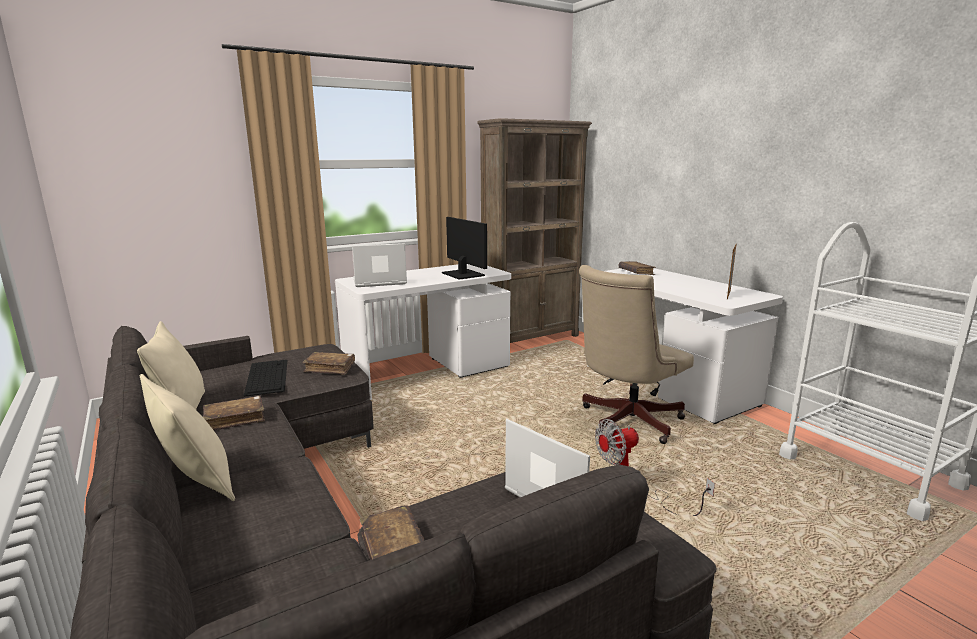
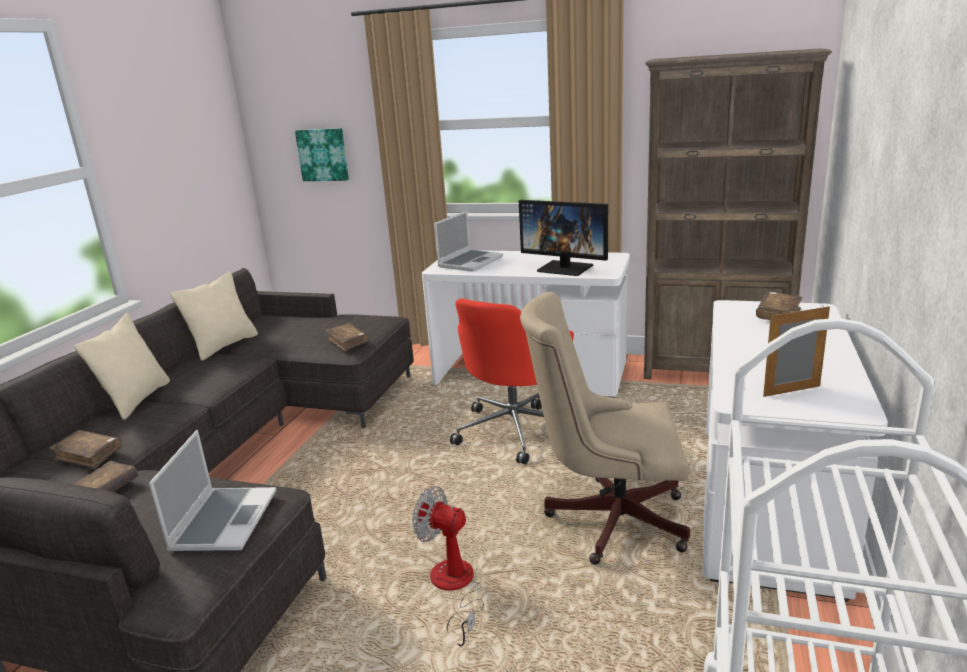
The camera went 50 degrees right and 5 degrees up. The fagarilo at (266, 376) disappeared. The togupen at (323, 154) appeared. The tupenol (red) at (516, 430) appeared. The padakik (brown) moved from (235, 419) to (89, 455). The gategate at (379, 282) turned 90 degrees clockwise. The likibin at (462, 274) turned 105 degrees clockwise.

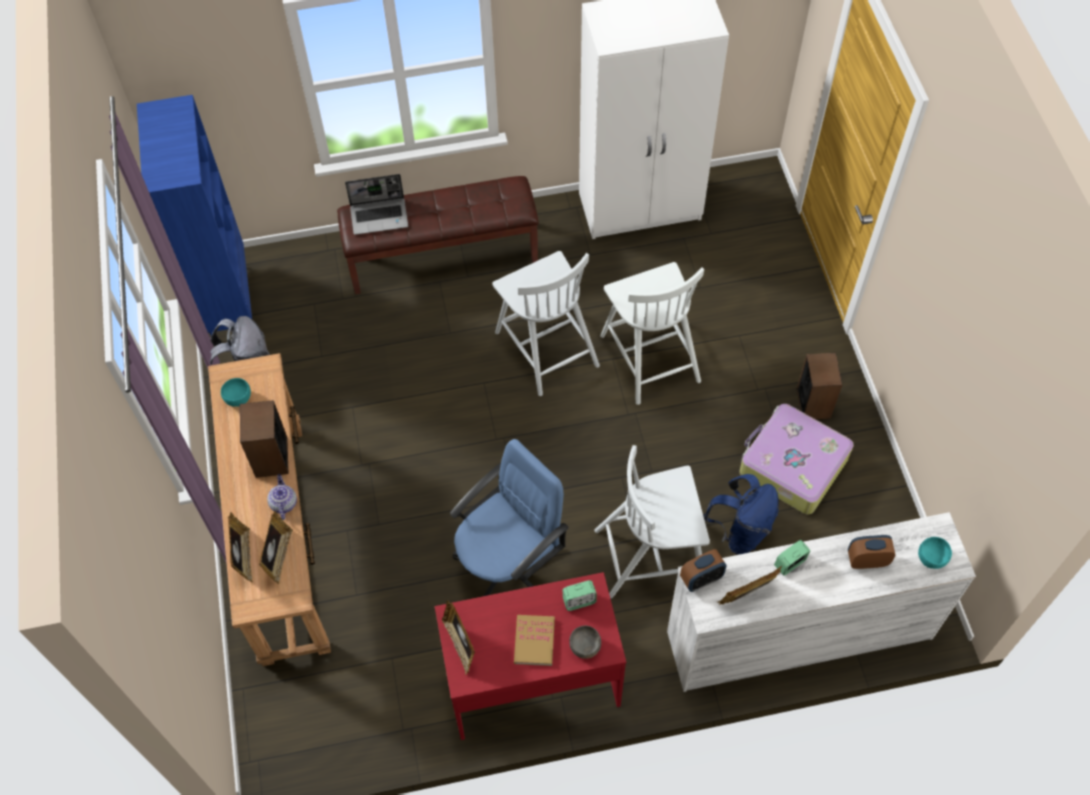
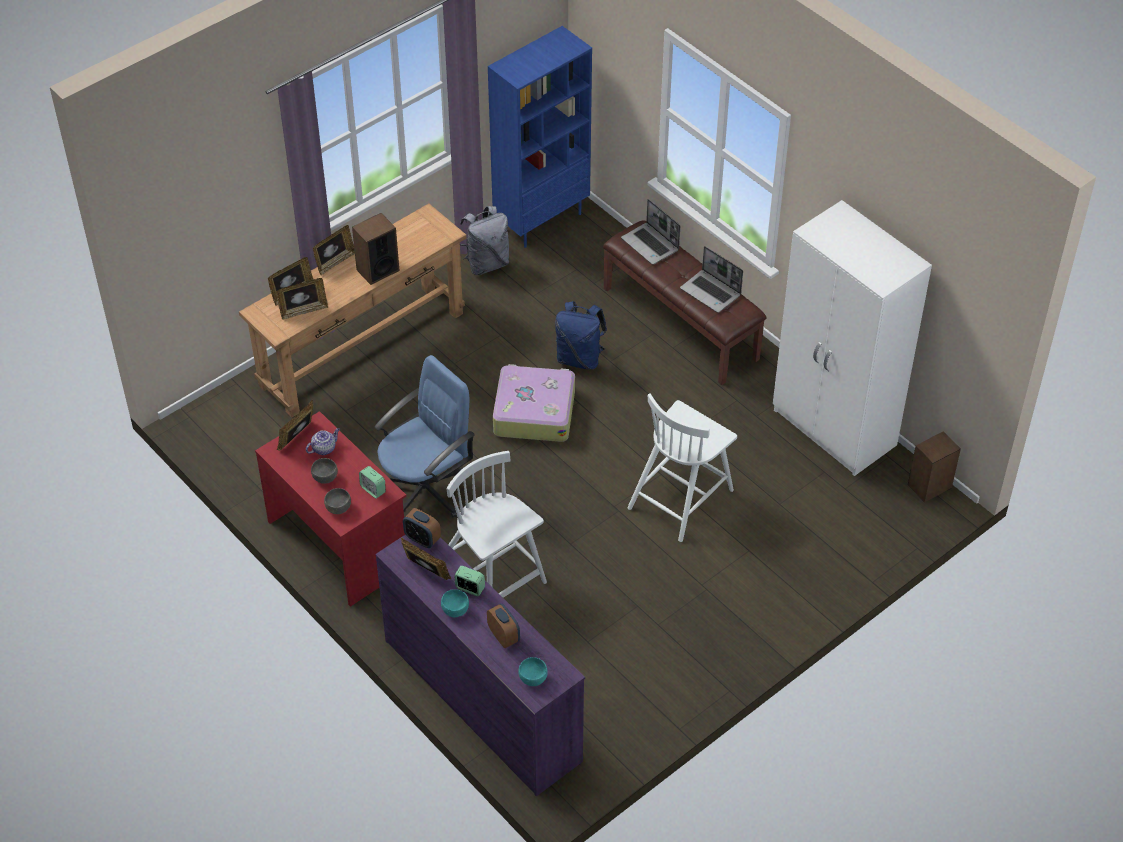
The camera went 60 degrees right and 10 degrees down. The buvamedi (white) at (546, 347) disappeared. The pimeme at (335, 262) appeared. The gategate at (711, 292) appeared. The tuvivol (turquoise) moved from (238, 398) to (455, 609). The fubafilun moved from (283, 503) to (324, 448). The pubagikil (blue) moved from (740, 531) to (579, 358). The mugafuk moved from (792, 465) to (533, 411). The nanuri moved from (813, 403) to (930, 486). The padakik at (534, 641) was replaced by the tuvivol (grey) at (325, 477). The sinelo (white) at (797, 634) became the sinelo (purple) at (482, 699). The tupenol (blue) at (509, 565) turned 60 degrees counterclockwise.

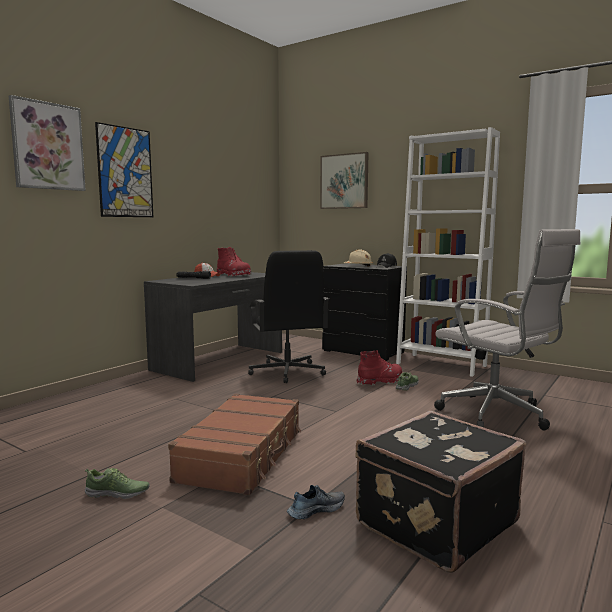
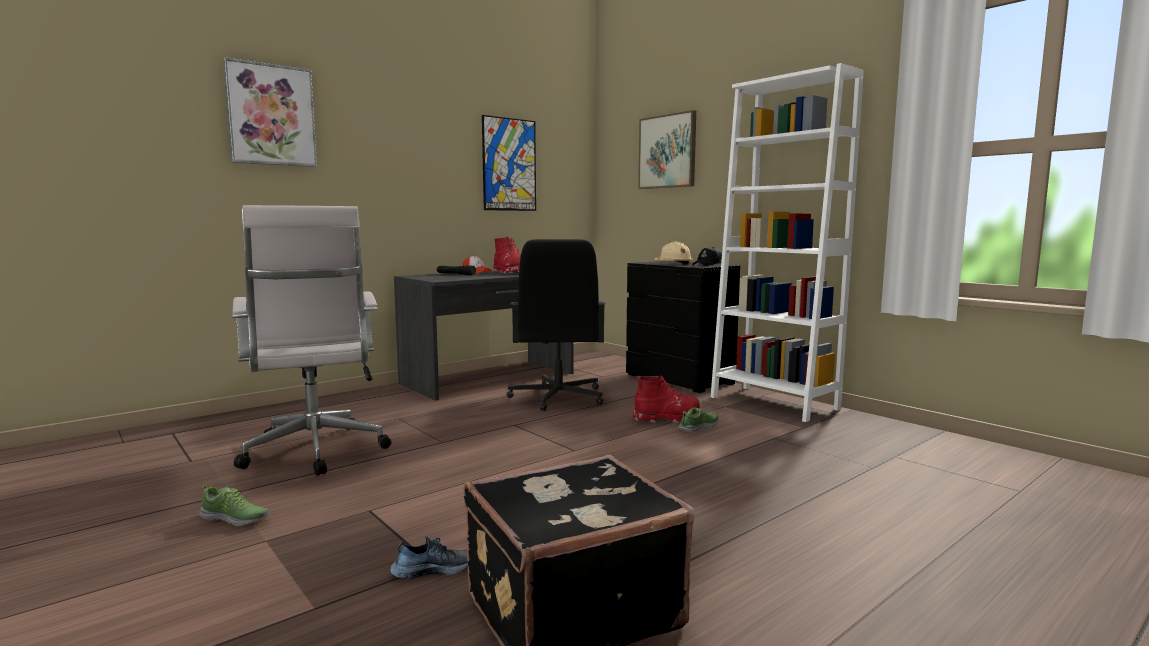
The camera went 15 degrees right and 0 degrees up. The mugafuk (brown) at (243, 455) disappeared. The togupen moved from (125, 172) to (509, 164). The tupenol (white) moved from (498, 415) to (315, 453).

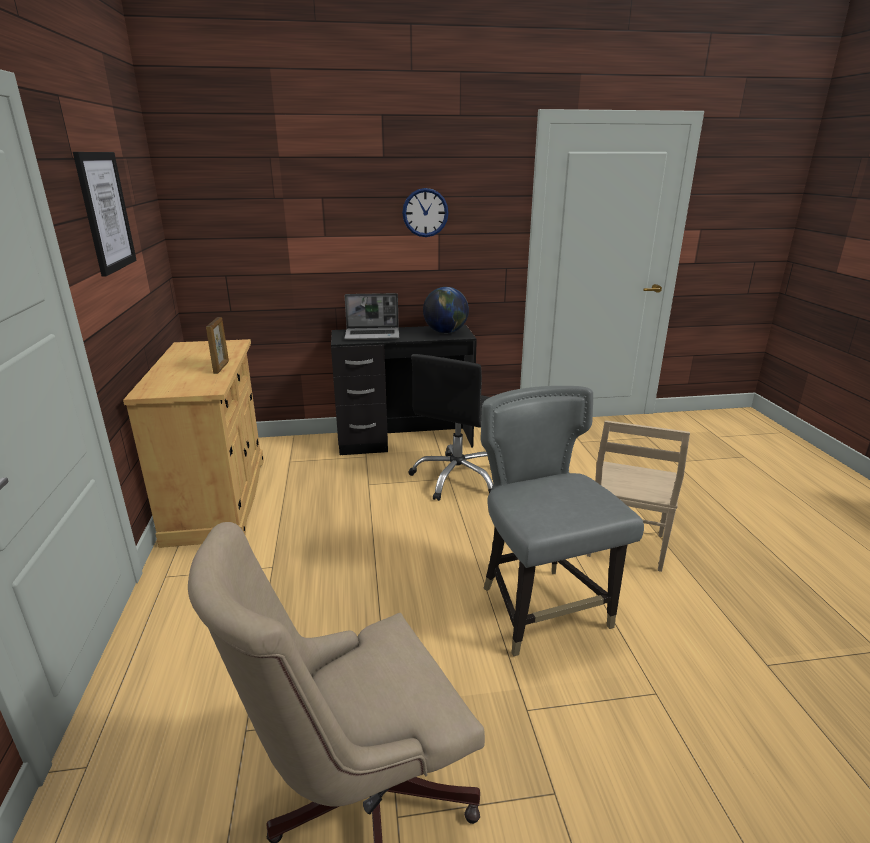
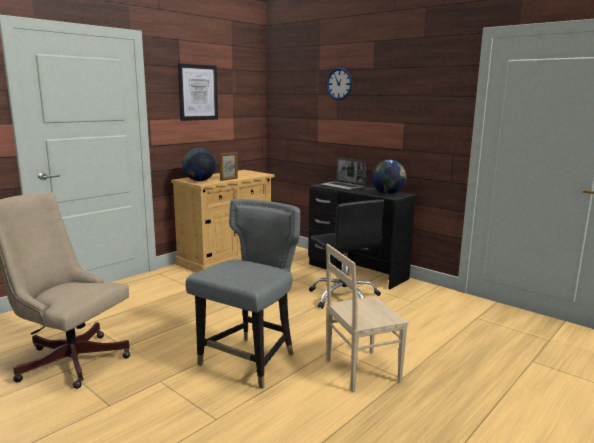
The camera went 50 degrees right and 10 degrees down. The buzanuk at (199, 180) appeared. The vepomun moved from (425, 212) to (339, 84). The tupenol (black) at (457, 478) turned 105 degrees counterclockwise.

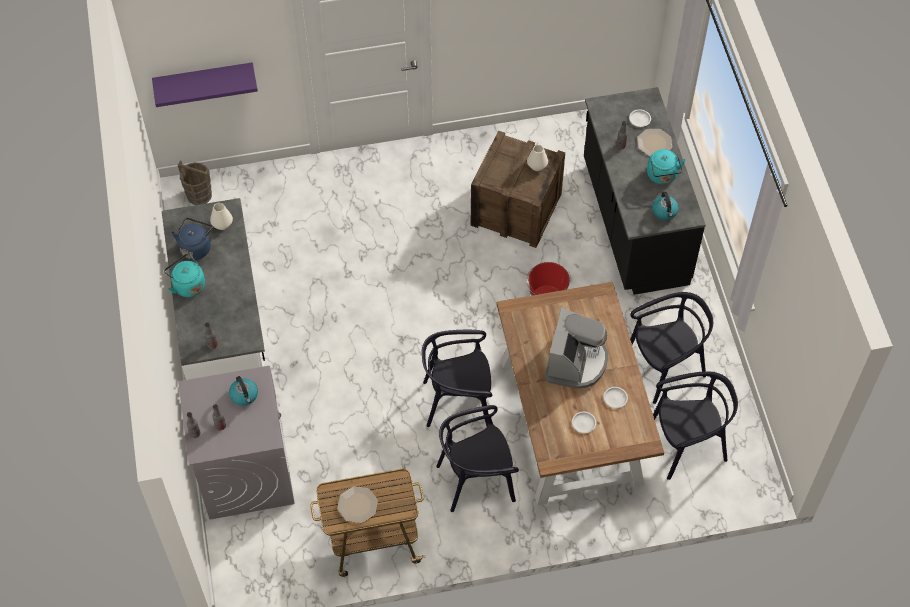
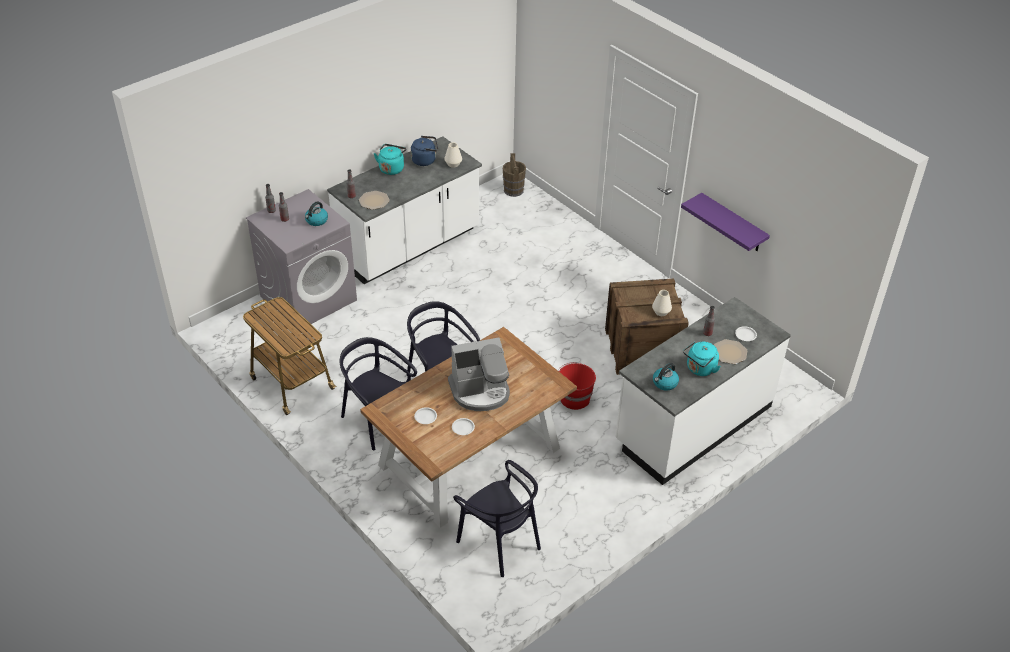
The camera went 60 degrees right and 15 degrees down. The buvamedi (black) at (665, 367) disappeared. The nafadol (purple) moved from (204, 79) to (733, 223). The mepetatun moved from (357, 505) to (374, 201). The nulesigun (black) at (633, 223) became the nulesigun (white) at (692, 424).

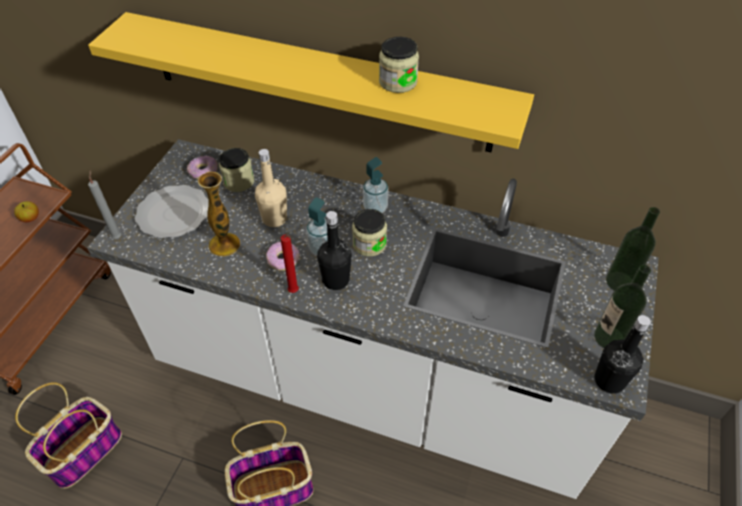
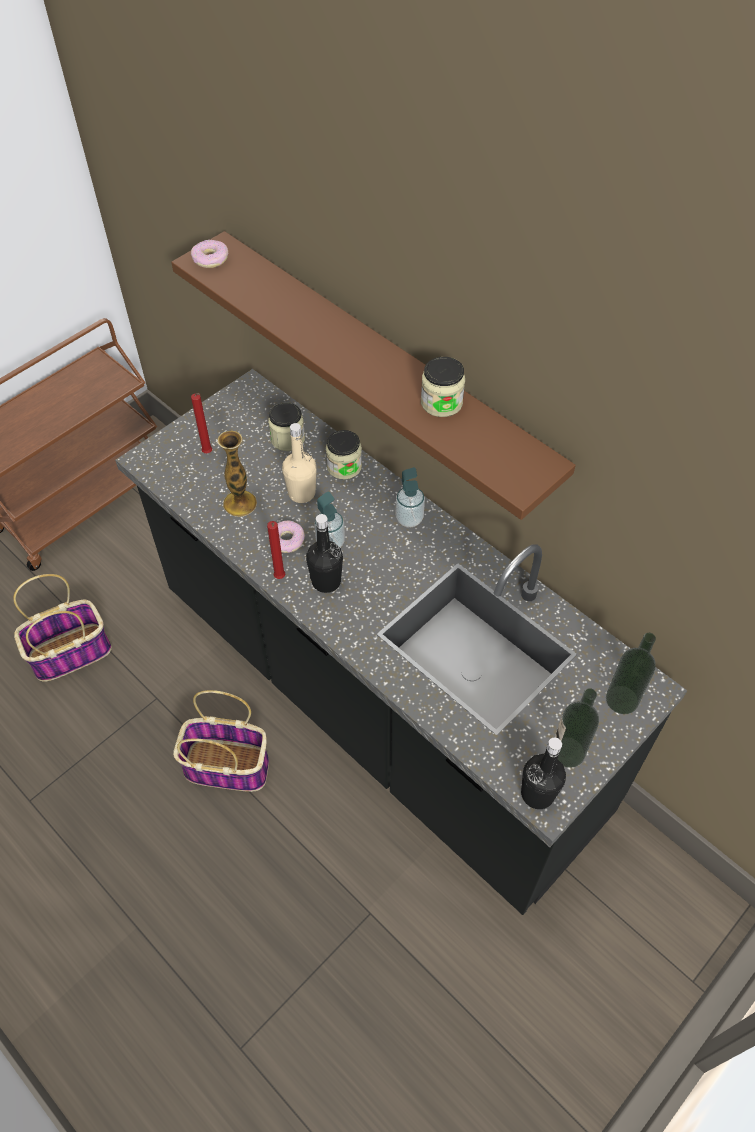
The camera went 25 degrees right and 5 degrees up. The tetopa at (30, 218) disappeared. The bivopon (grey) at (117, 236) disappeared. The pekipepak moved from (204, 171) to (210, 259). The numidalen moved from (369, 244) to (344, 466). The mepetatun at (174, 214) was replaced by the bivopon (red) at (208, 453). The nulesigun (white) at (371, 384) became the nulesigun (black) at (377, 702). The nafadol (yellow) at (317, 82) became the nafadol (brown) at (382, 367).

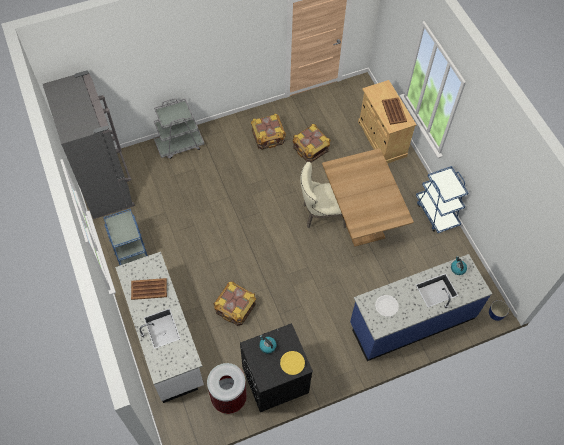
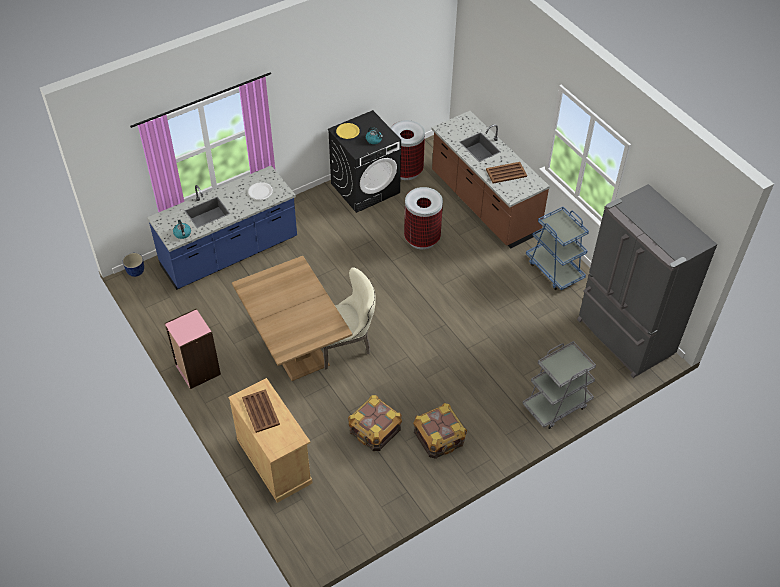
The camera went 170 degrees right and 10 degrees down. The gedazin at (235, 307) was replaced by the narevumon at (422, 238). The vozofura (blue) at (436, 213) was replaced by the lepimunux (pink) at (197, 370). The nulesigun (white) at (165, 338) became the nulesigun (brown) at (483, 204).

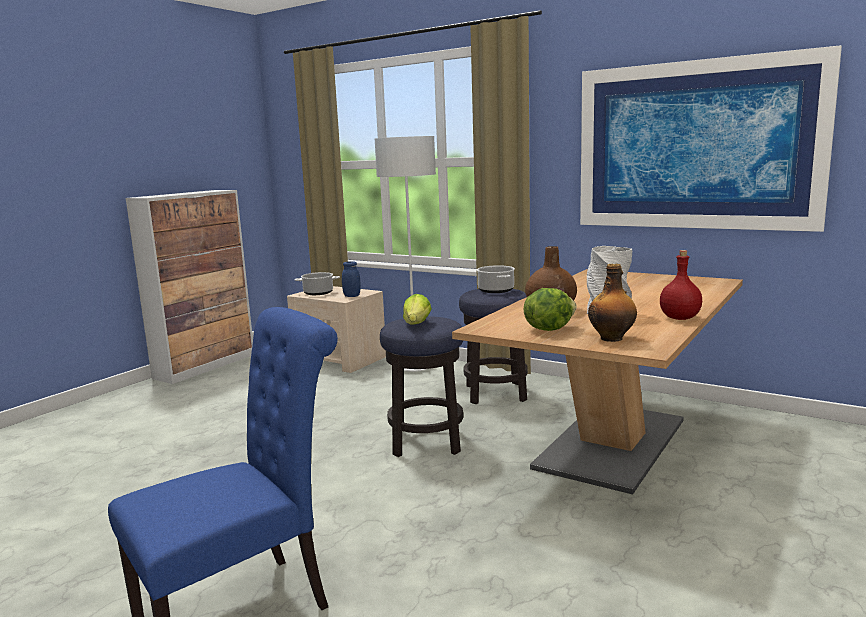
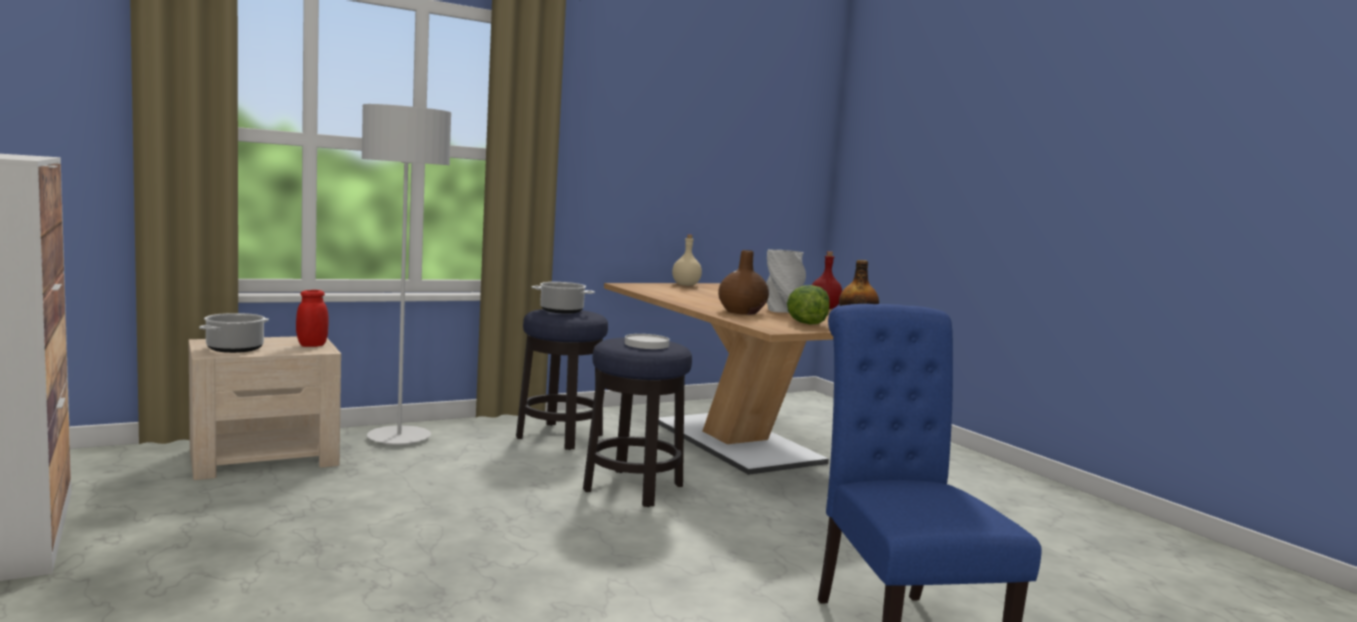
The camera went 65 degrees left and 5 degrees down. The togupen at (696, 146) disappeared. The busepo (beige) at (686, 285) appeared. The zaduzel at (417, 324) was replaced by the mepetatun (white) at (646, 344). The numidalen (blue) at (352, 296) became the numidalen (red) at (312, 345).

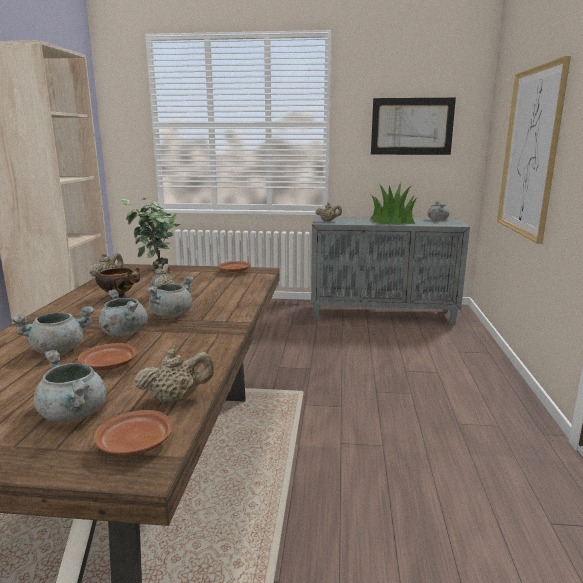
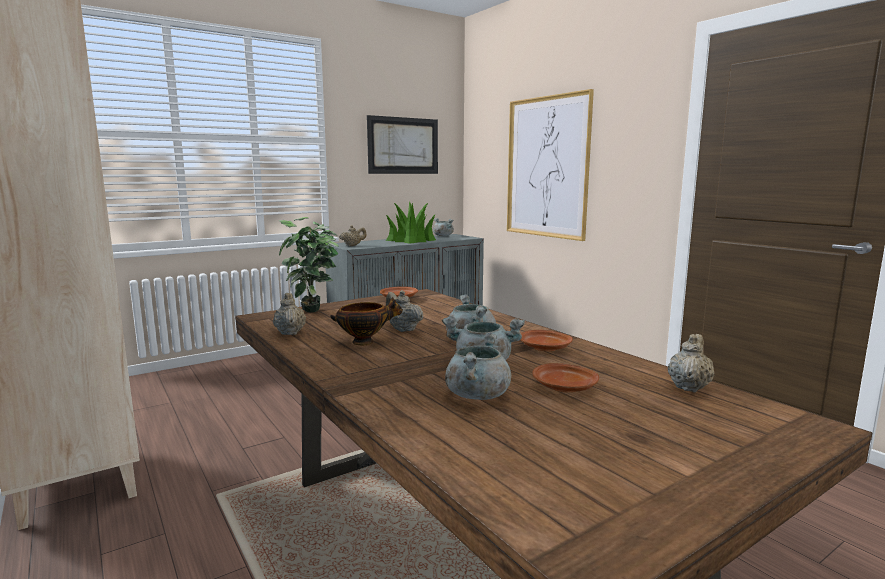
The camera went 40 degrees left and 5 degrees down. The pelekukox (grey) at (75, 414) disappeared. The mepetatun (brown) moved from (135, 444) to (545, 348).

